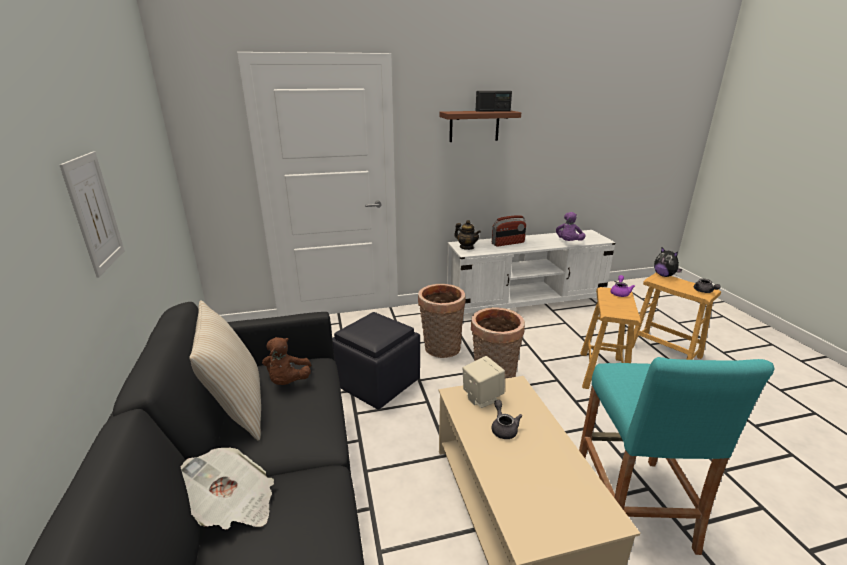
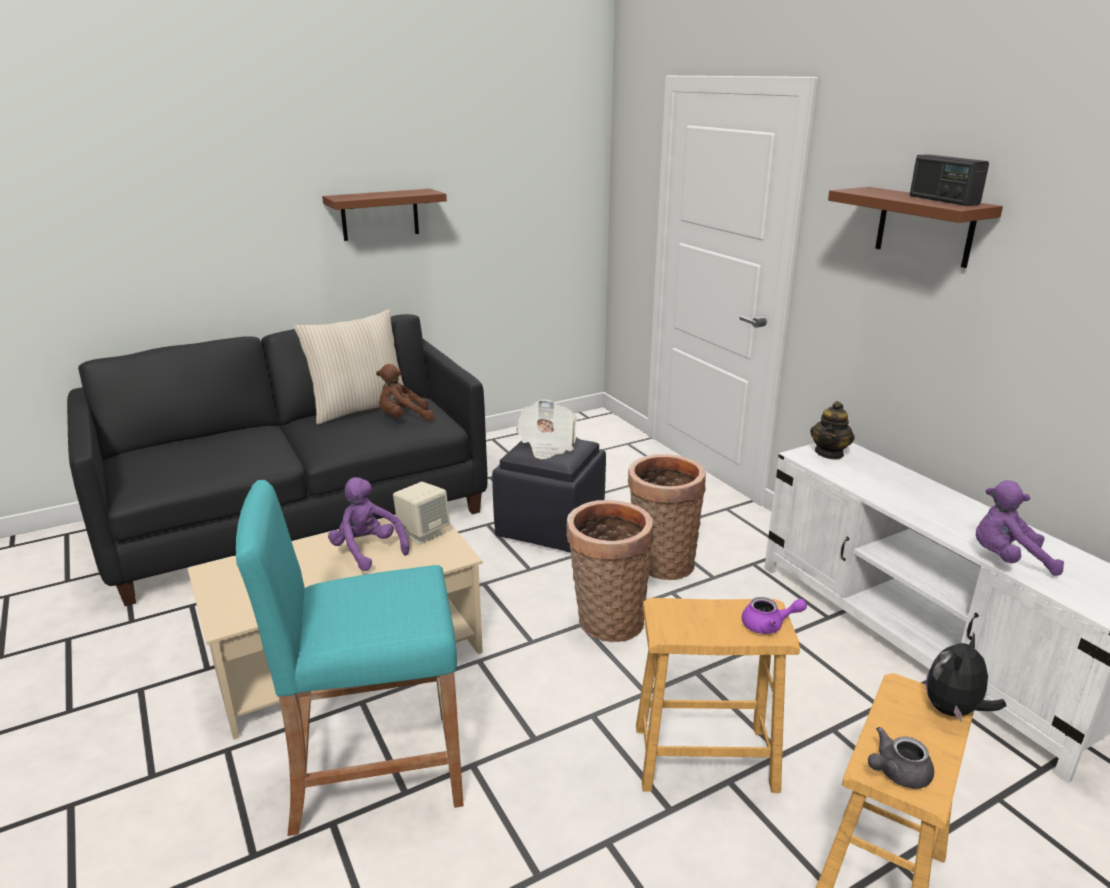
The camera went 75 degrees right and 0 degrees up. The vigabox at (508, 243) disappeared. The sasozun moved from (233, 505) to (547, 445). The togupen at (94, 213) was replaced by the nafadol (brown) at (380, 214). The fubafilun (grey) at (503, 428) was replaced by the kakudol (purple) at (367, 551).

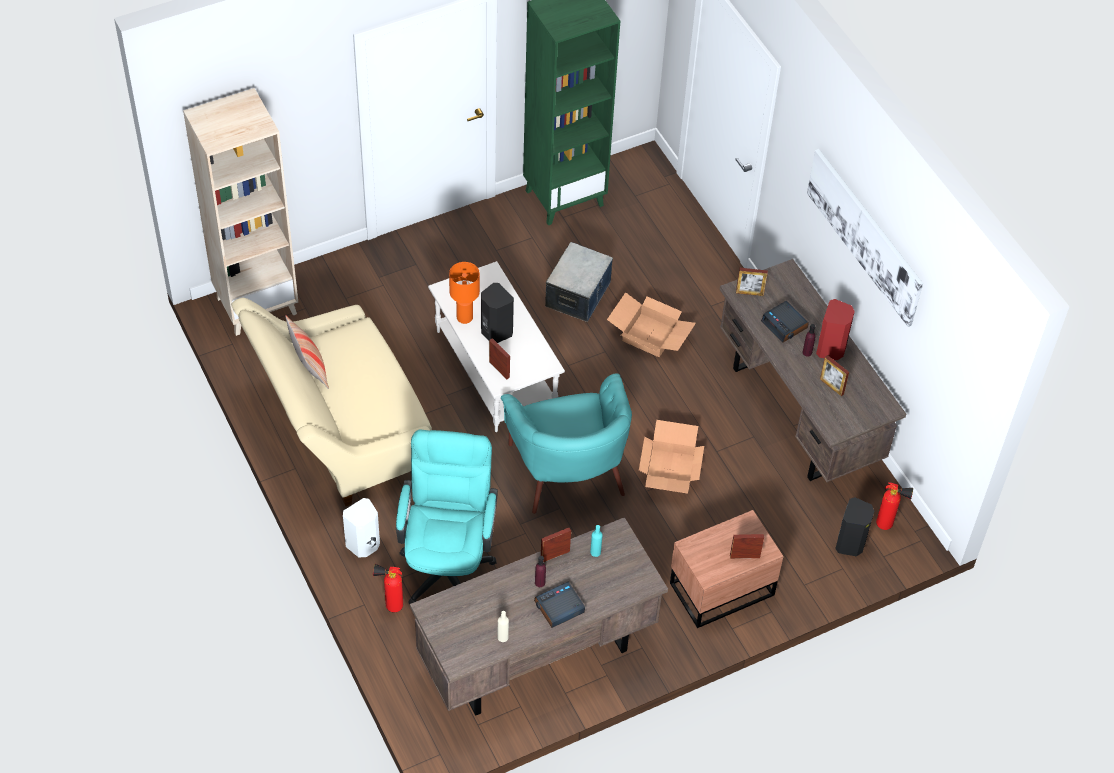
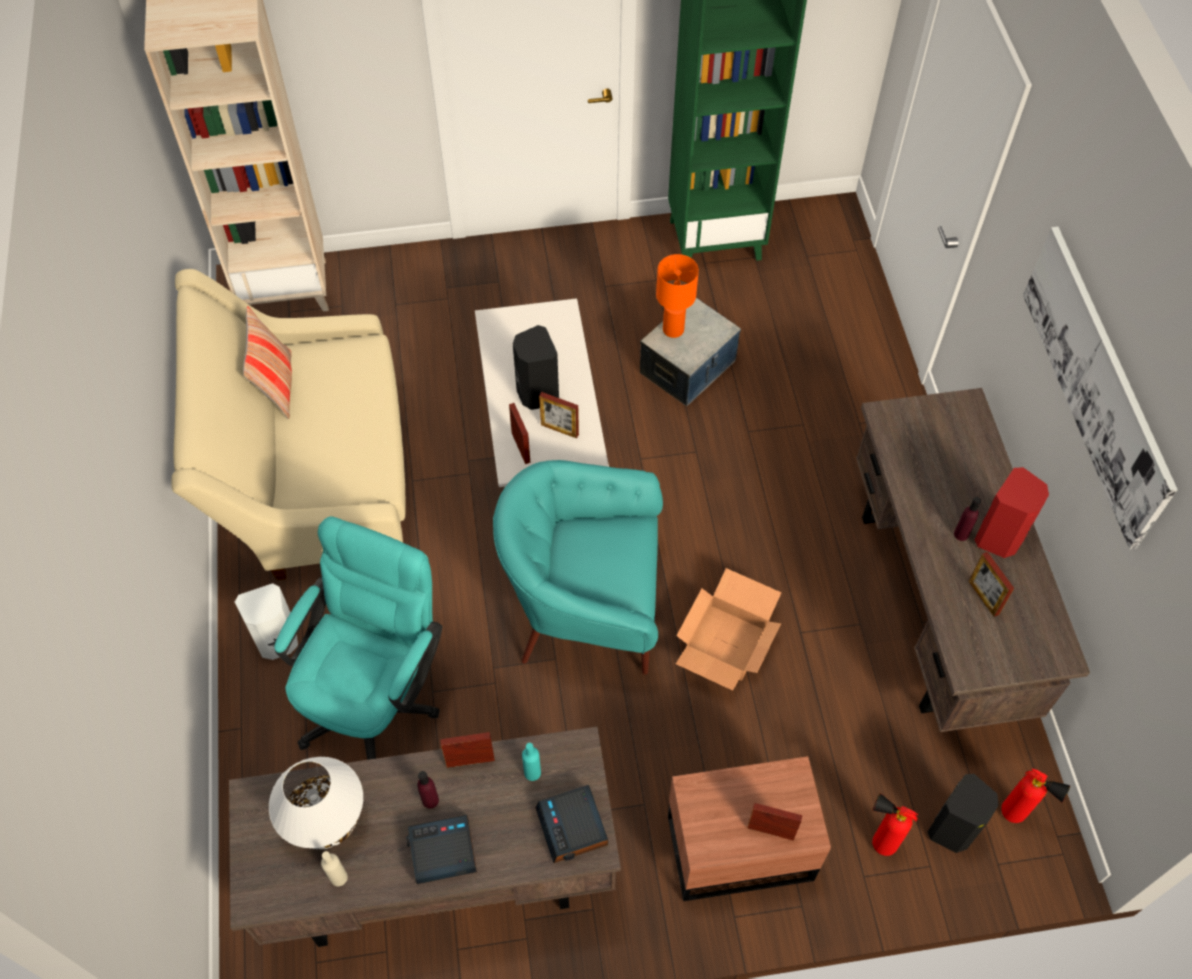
The camera went 20 degrees right and 5 degrees up. The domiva at (650, 335) disappeared. The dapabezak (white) at (324, 818) appeared. The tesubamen moved from (390, 605) to (878, 841). The dapabezak (orange) moved from (464, 317) to (672, 329). The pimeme moved from (749, 293) to (559, 429). The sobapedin moved from (785, 325) to (573, 827). The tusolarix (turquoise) at (568, 469) turned 90 degrees clockwise.

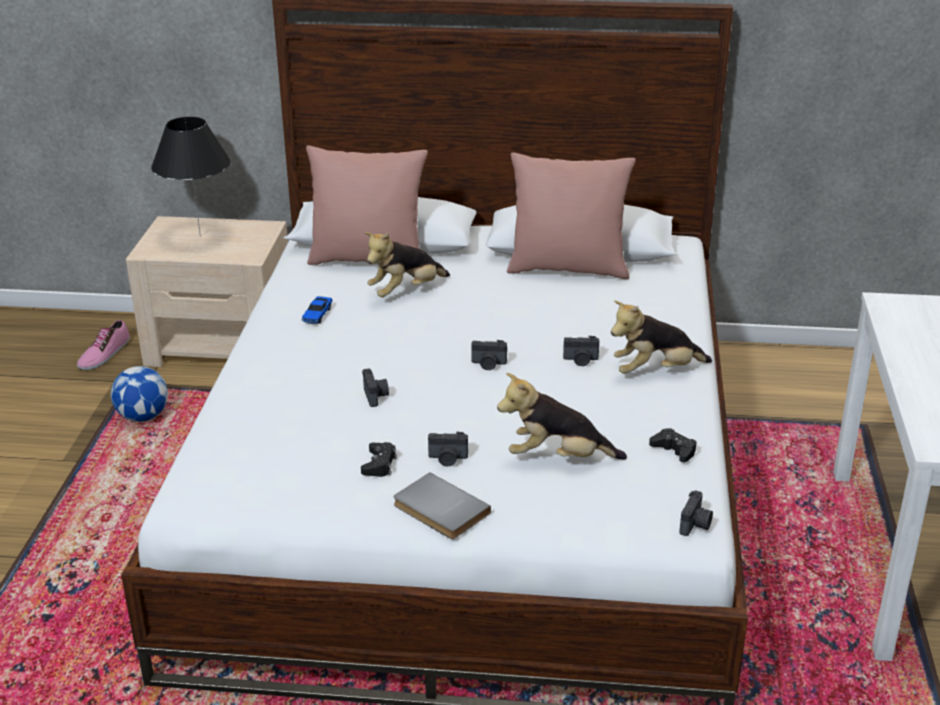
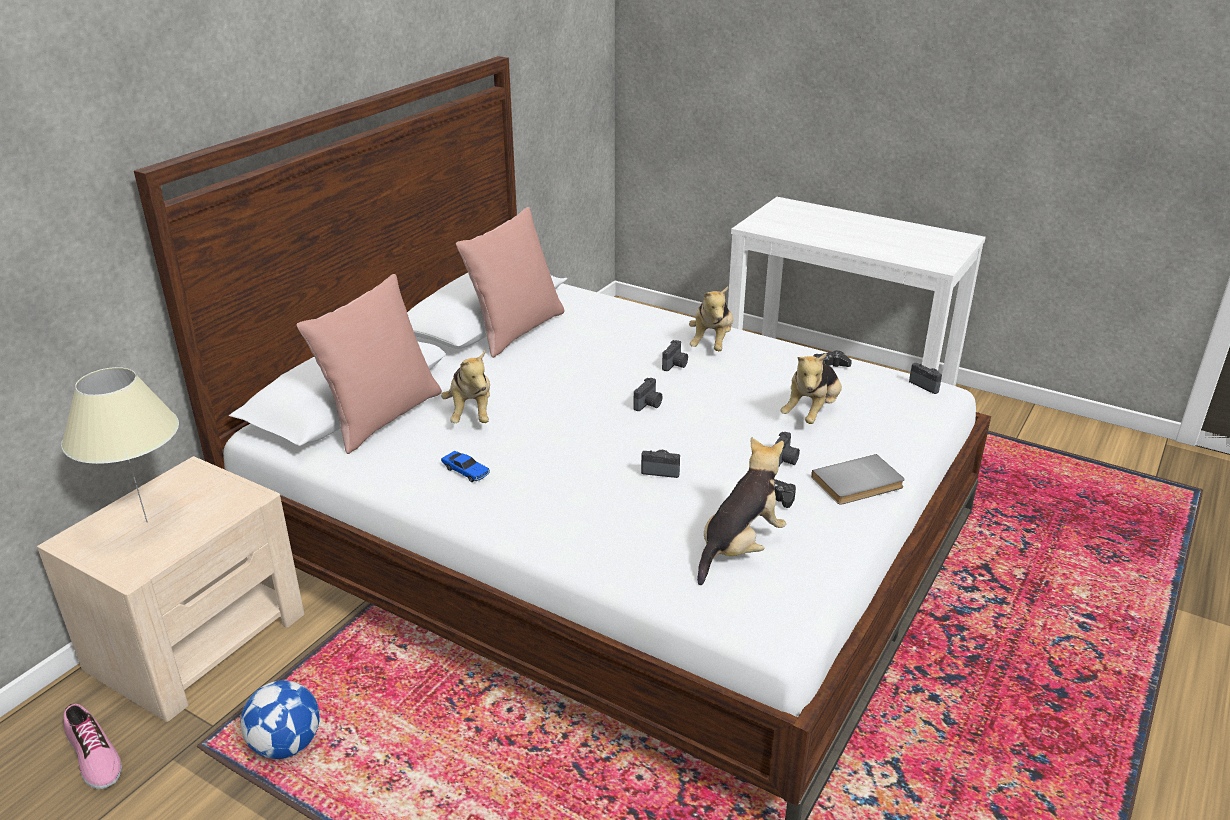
The camera went 65 degrees left and 0 degrees up. The kakudol at (739, 547) appeared. The dapabezak (black) at (200, 236) became the dapabezak (beige) at (147, 522).

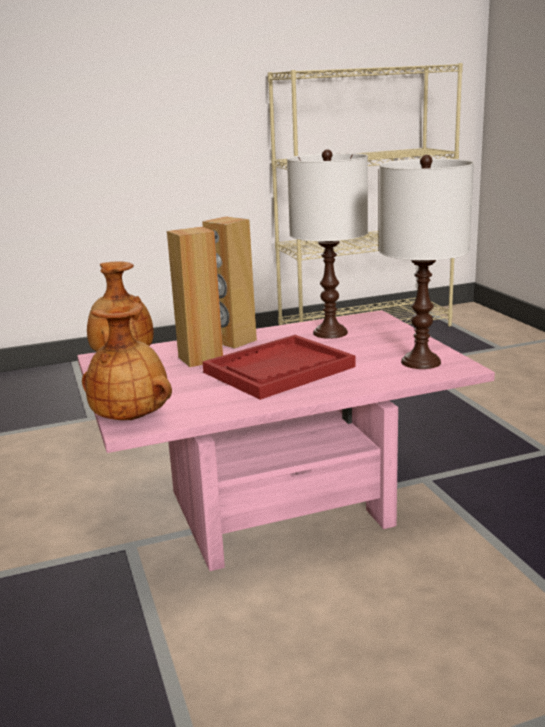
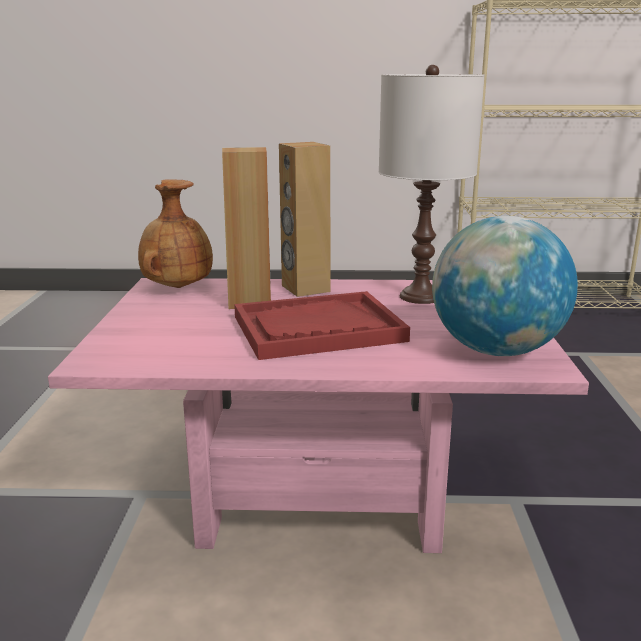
The camera went 20 degrees right and 0 degrees up. The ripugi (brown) at (131, 418) disappeared. The dapabezak (white) at (420, 362) was replaced by the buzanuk at (496, 350).

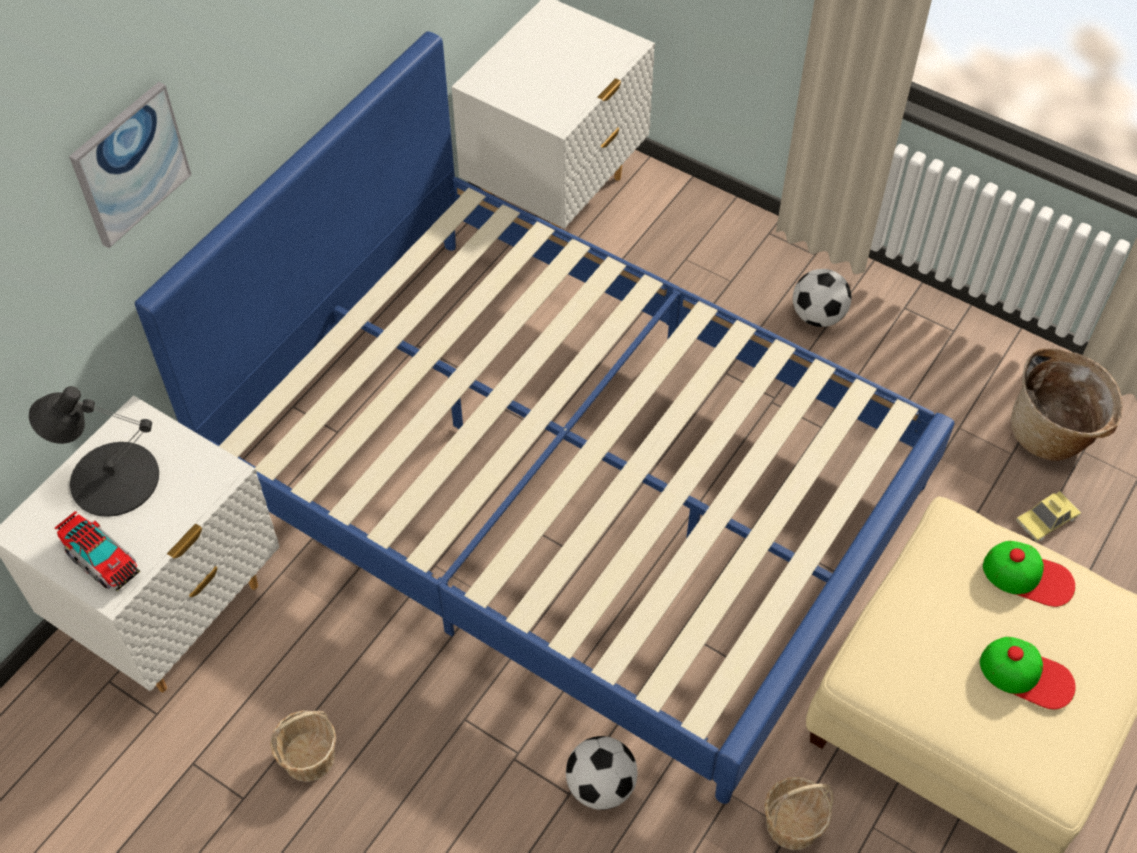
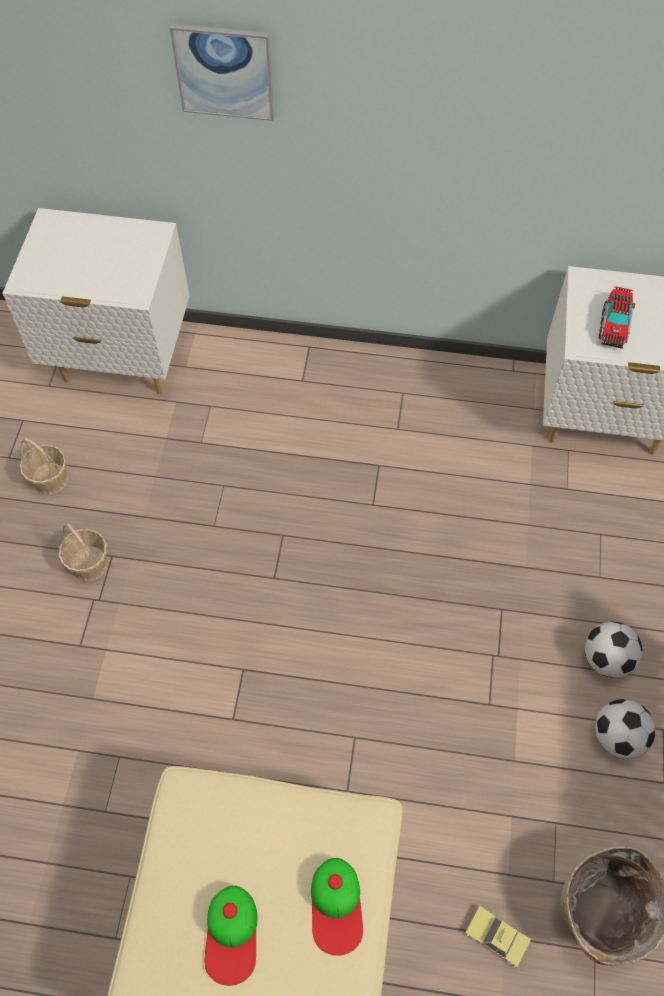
The camera went 65 degrees right and 5 degrees up. The dapabezak (black) at (113, 478) disappeared. The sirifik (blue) at (568, 485) disappeared. The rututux moved from (101, 559) to (614, 325). The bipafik moved from (601, 786) to (617, 737). The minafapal moved from (792, 823) to (89, 563).

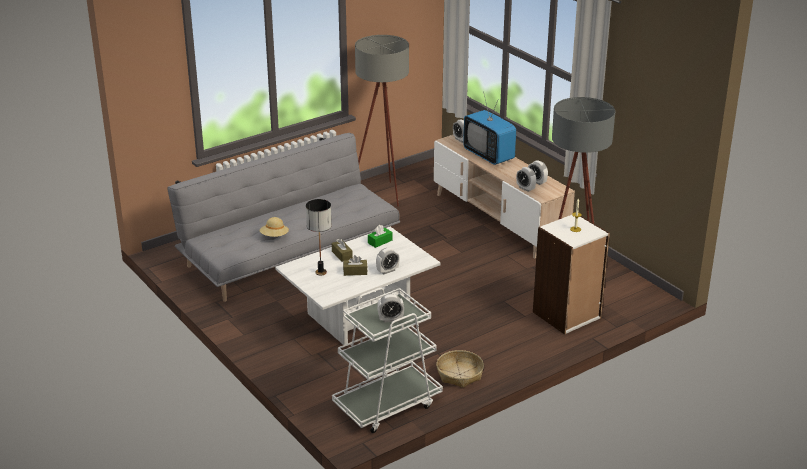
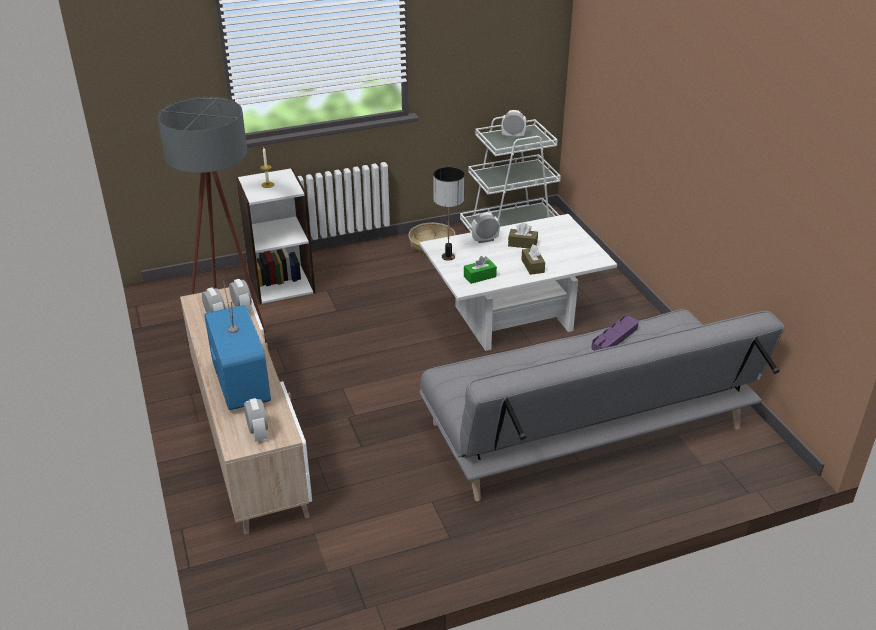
The camera went 165 degrees left and 5 degrees up. The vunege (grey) at (383, 197) disappeared. The dapabezak moved from (321, 272) to (448, 257). The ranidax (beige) at (274, 236) was replaced by the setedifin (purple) at (614, 338).

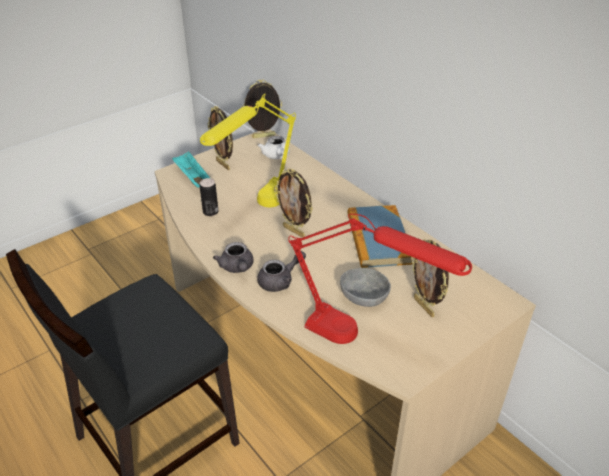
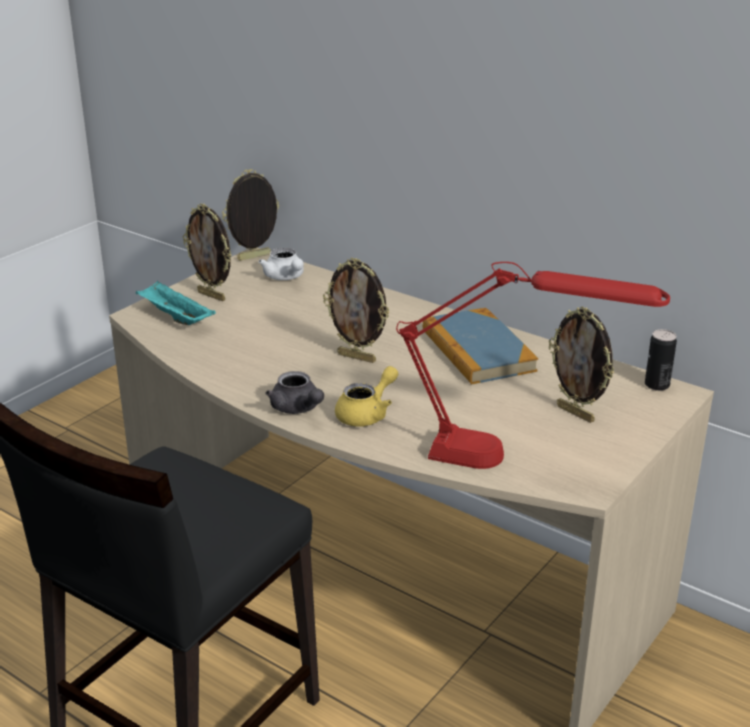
The camera went 15 degrees left and 10 degrees down. The dapabezak (yellow) at (258, 209) disappeared. The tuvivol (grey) at (364, 297) disappeared. The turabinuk moved from (210, 212) to (657, 385). The fubafilun (grey) at (280, 281) became the fubafilun (yellow) at (367, 414).

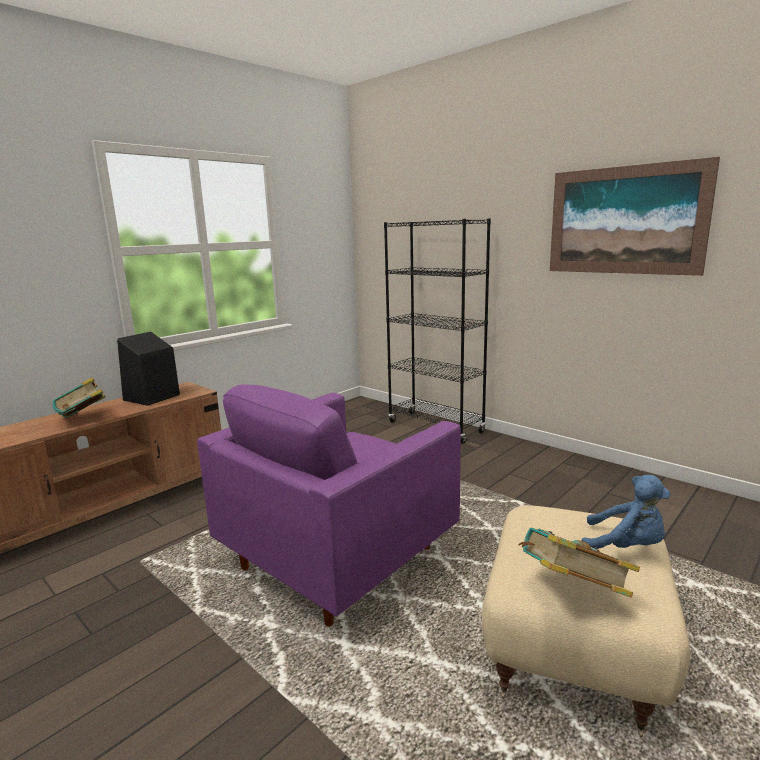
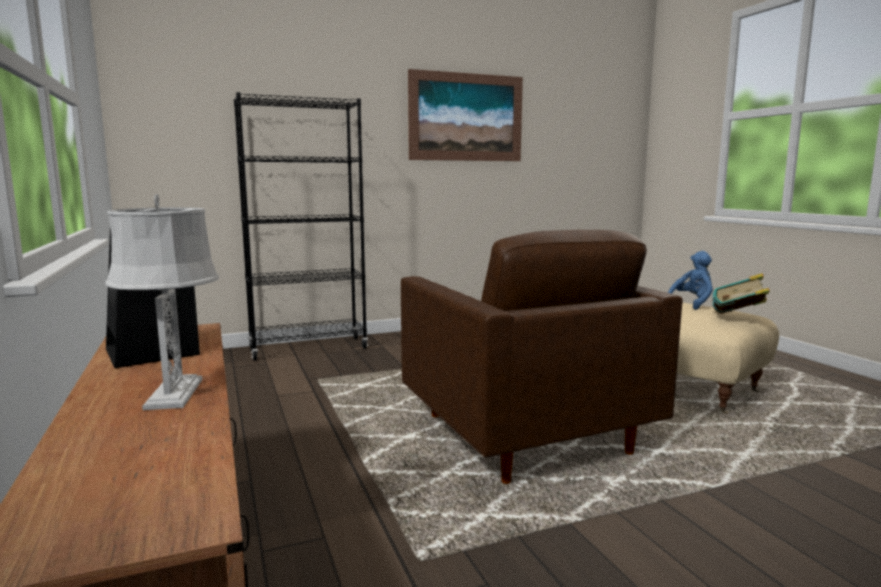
The camera went 65 degrees left and 5 degrees down. The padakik at (84, 419) was replaced by the dapabezak (grey) at (174, 393). The tusolarix (purple) at (339, 557) became the tusolarix (brown) at (523, 433).

